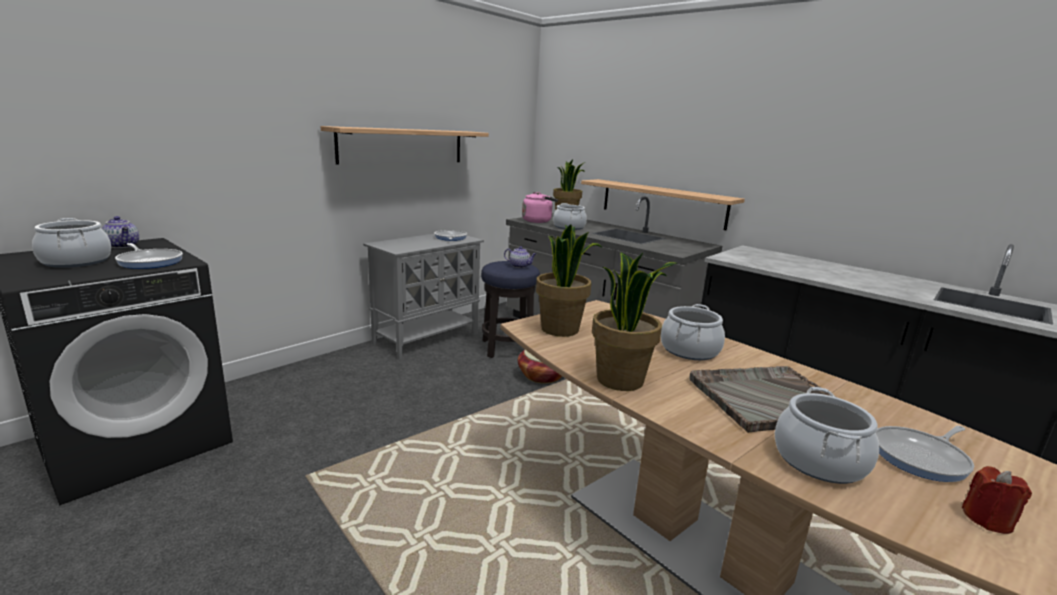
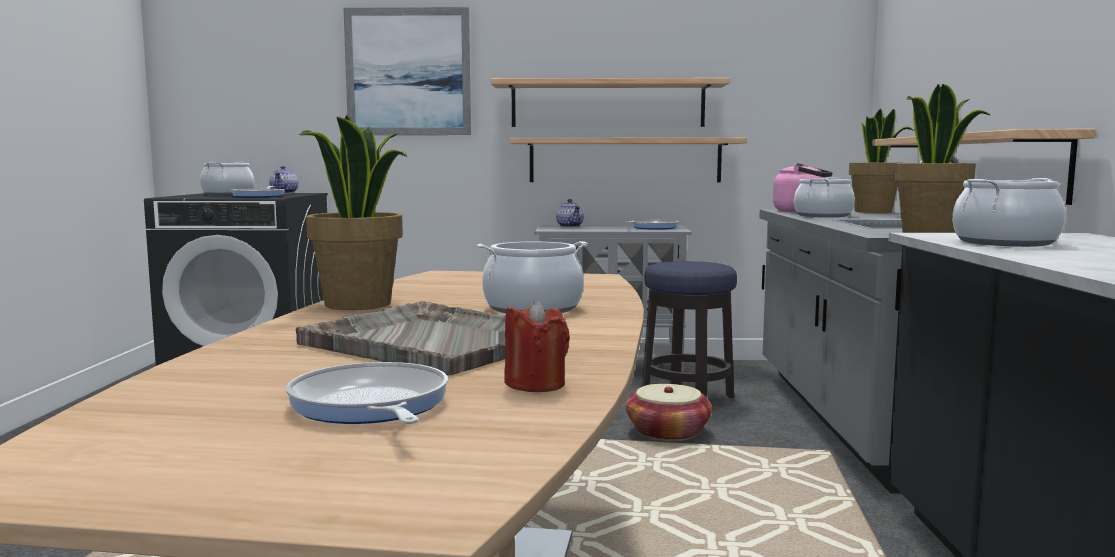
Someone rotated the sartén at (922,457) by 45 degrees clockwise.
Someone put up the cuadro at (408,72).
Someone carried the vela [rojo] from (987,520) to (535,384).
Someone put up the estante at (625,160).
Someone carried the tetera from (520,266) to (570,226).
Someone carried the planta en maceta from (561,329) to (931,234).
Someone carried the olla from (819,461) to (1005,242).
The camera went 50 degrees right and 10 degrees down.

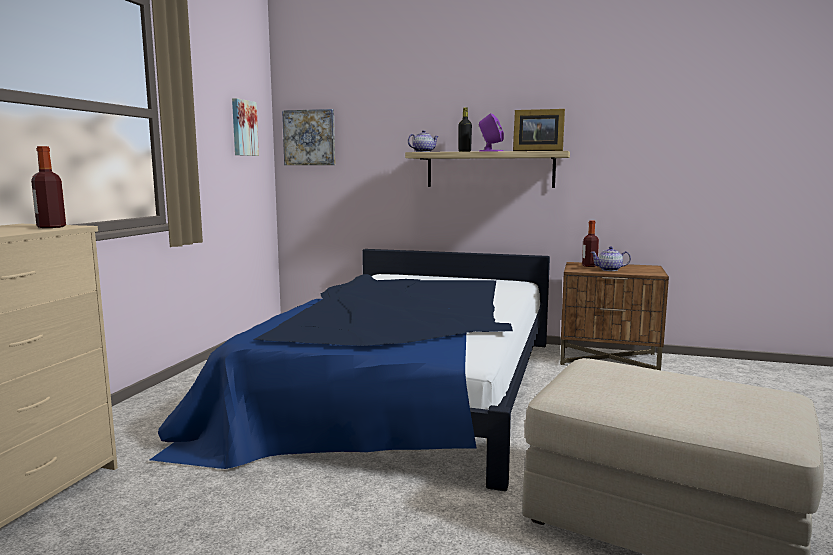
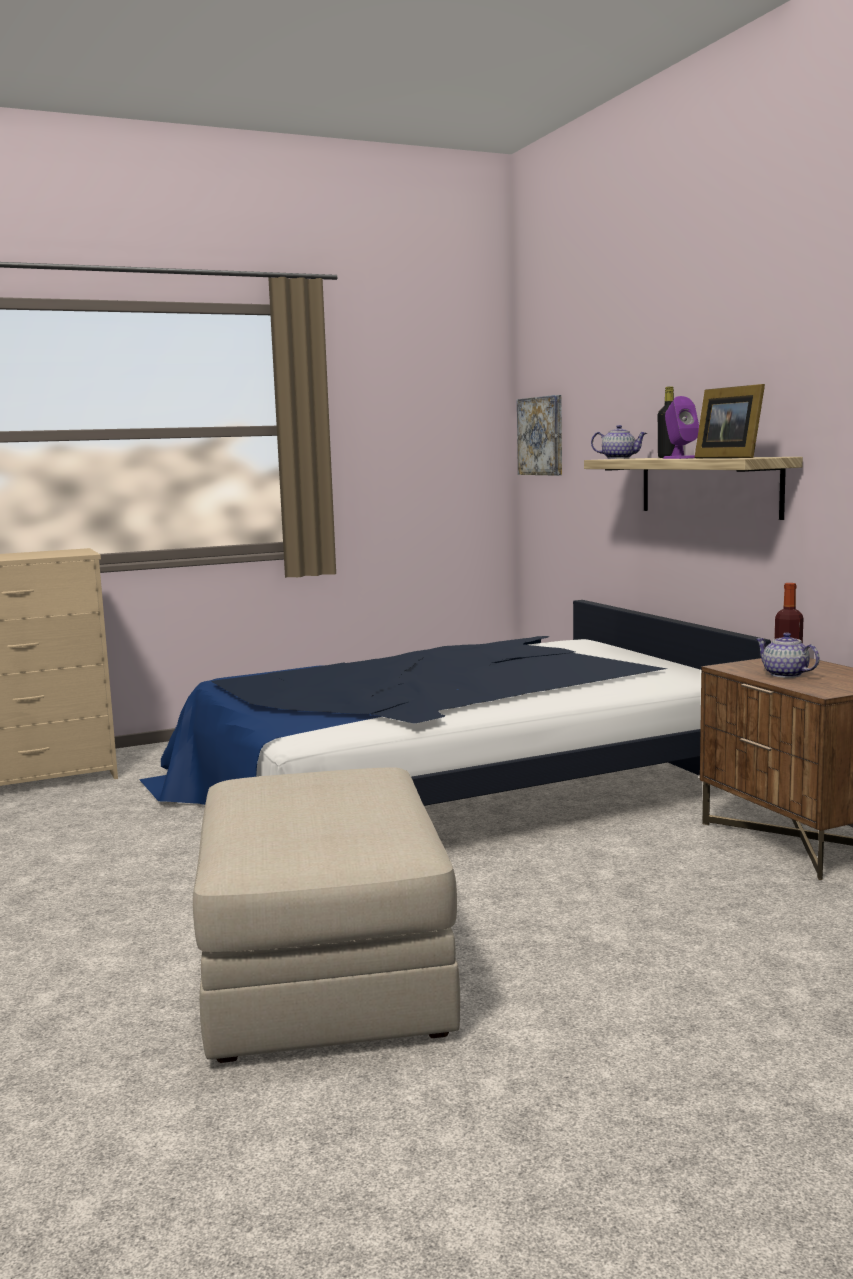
Someone took away the botella at (51,227).
Someone took away the cuadro at (243,128).
The camera went 50 degrees right and 0 degrees up.

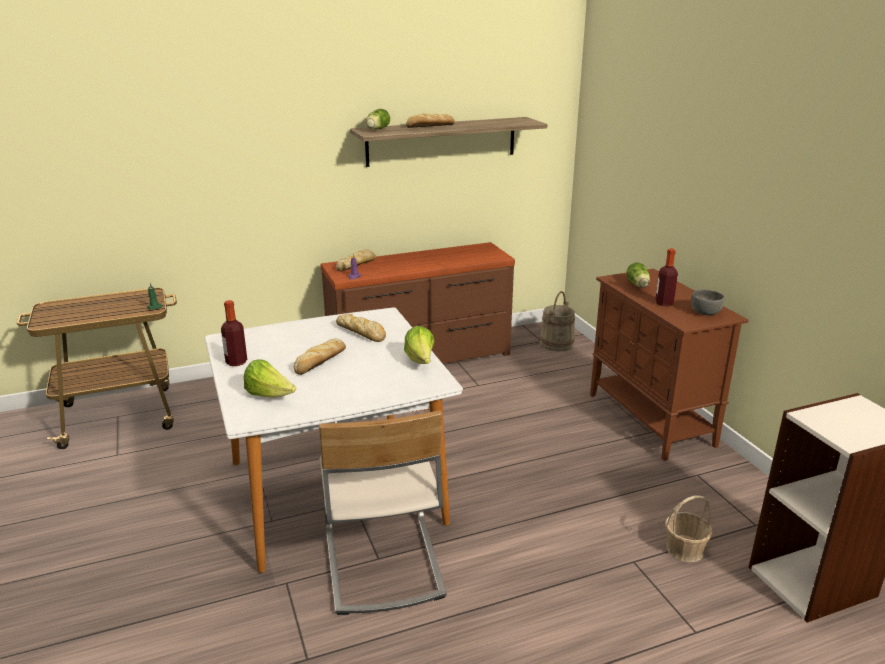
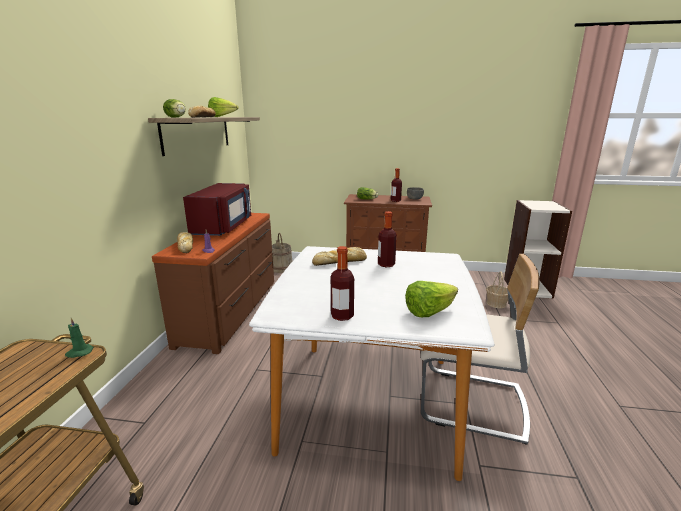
Someone put down the microondas [rojo] at (223,227).
Someone carried the lechuga from (420,361) to (222,117).
Someone put down the botella at (386,264).
Someone took away the pan at (320,362).
The camera went 60 degrees left and 5 degrees down.

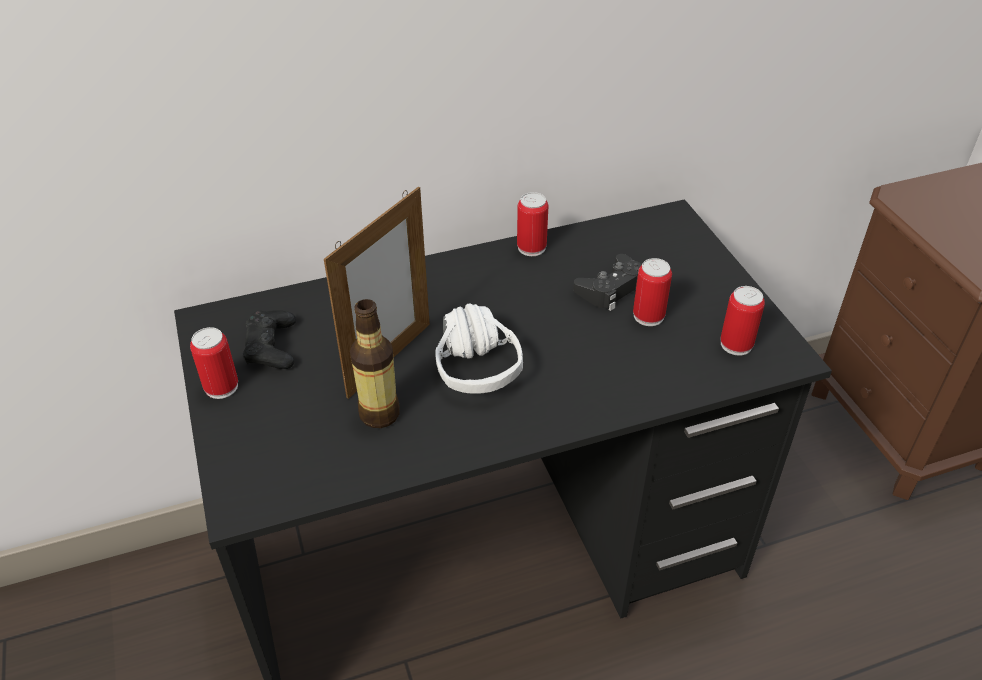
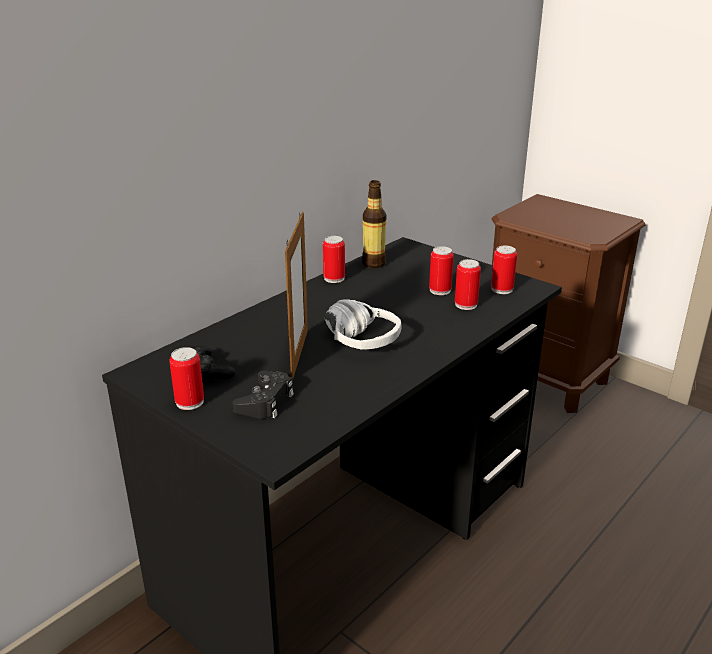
Someone carried the mando de consola [negro] from (611,289) to (265,401).
Someone carried the botella from (379,414) to (373,263).
Someone put down the lata at (466,305).
The camera went 30 degrees left and 15 degrees down.

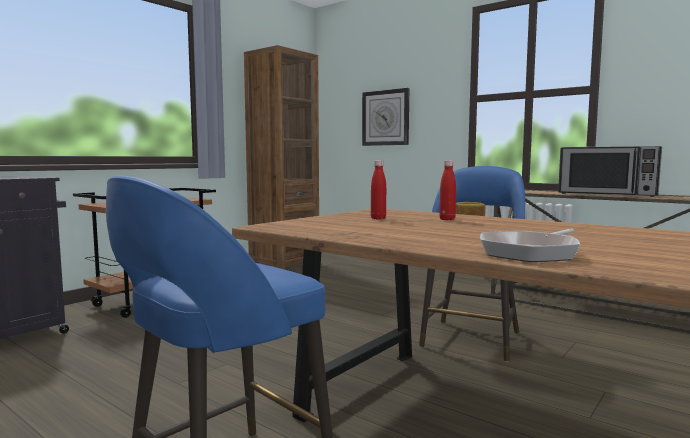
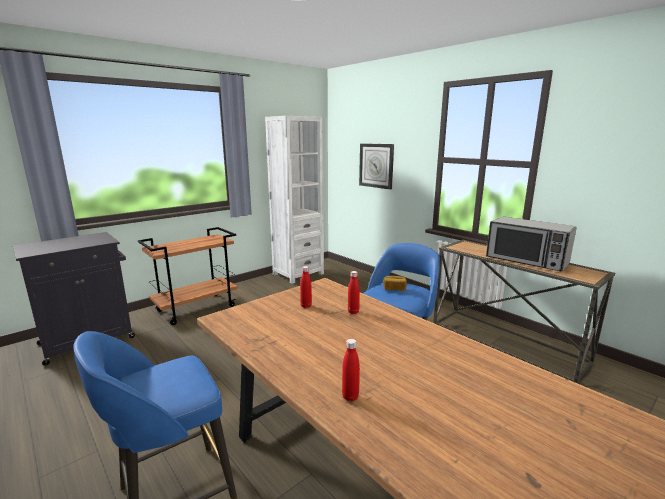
Someone repainted the estantería [marrón] at (284,265), which became the estantería [blanco] at (298,274).
Someone swapped the sartén at (531,252) for the botella [rojo] at (350,397).
The camera went 10 degrees right and 10 degrees up.

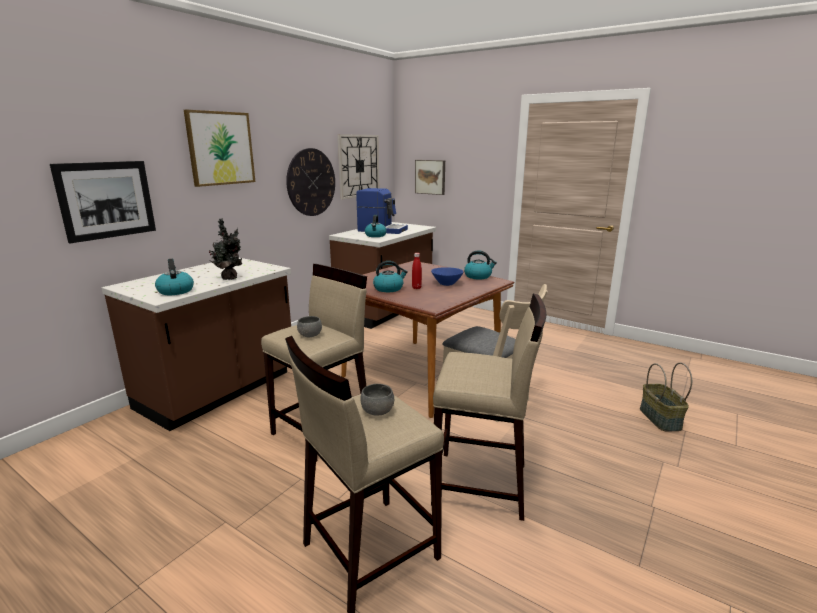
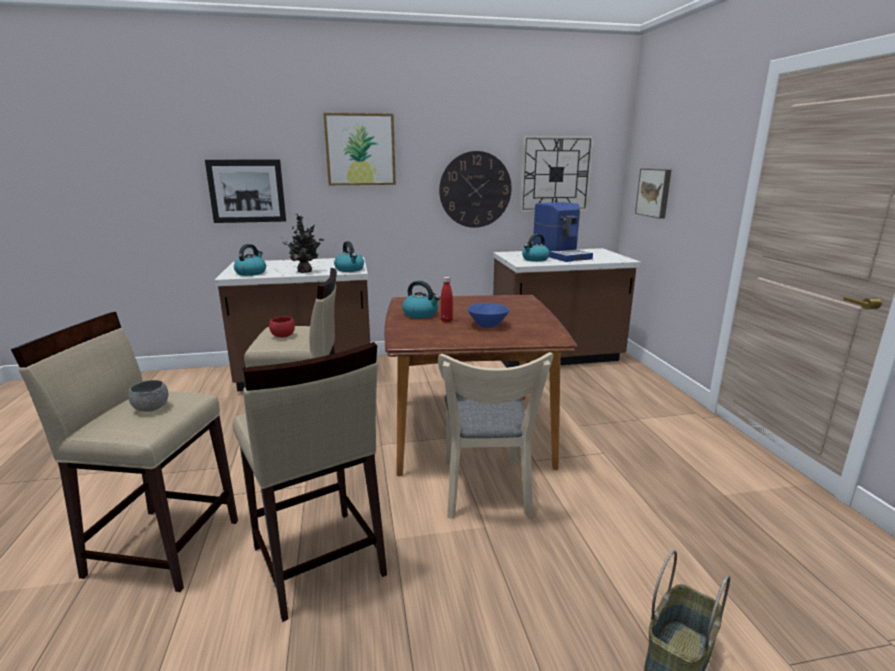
Someone repainted the cuenco [gris] at (310,335), which became the cuenco [rojo] at (283,336).
Someone carried the hervidor from (478,276) to (350,269).
The camera went 45 degrees right and 0 degrees up.

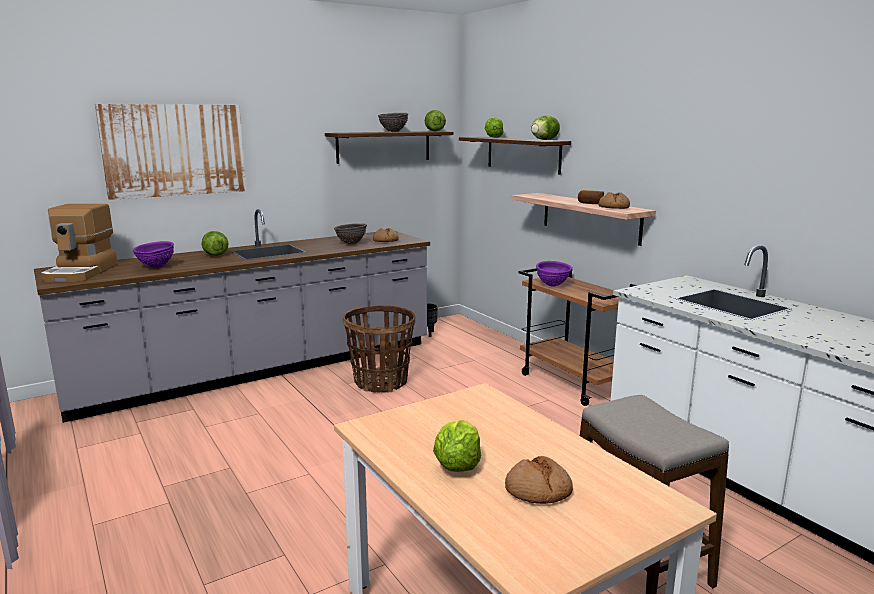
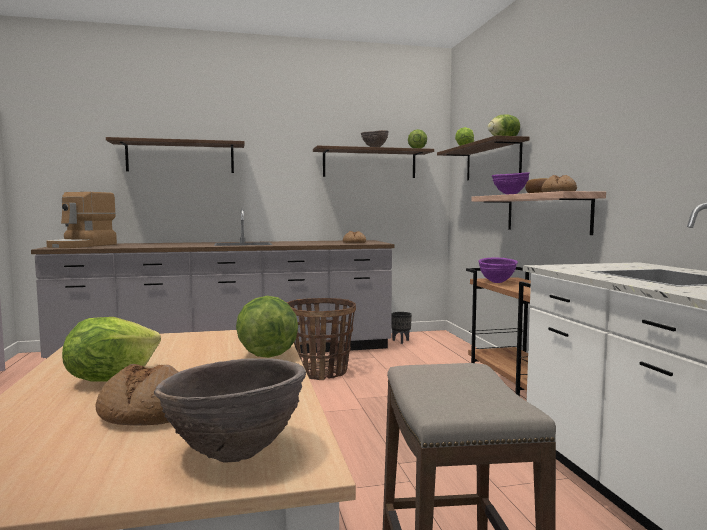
Someone swapped the cuadro at (175,150) for the estante at (180,157).
Someone carried the cuenco [marrón] from (351,244) to (234,454).
Someone carried the lechuga from (215,255) to (267,354).
Someone carried the cuenco [morado] from (156,267) to (510,194).
The camera went 20 degrees right and 10 degrees down.

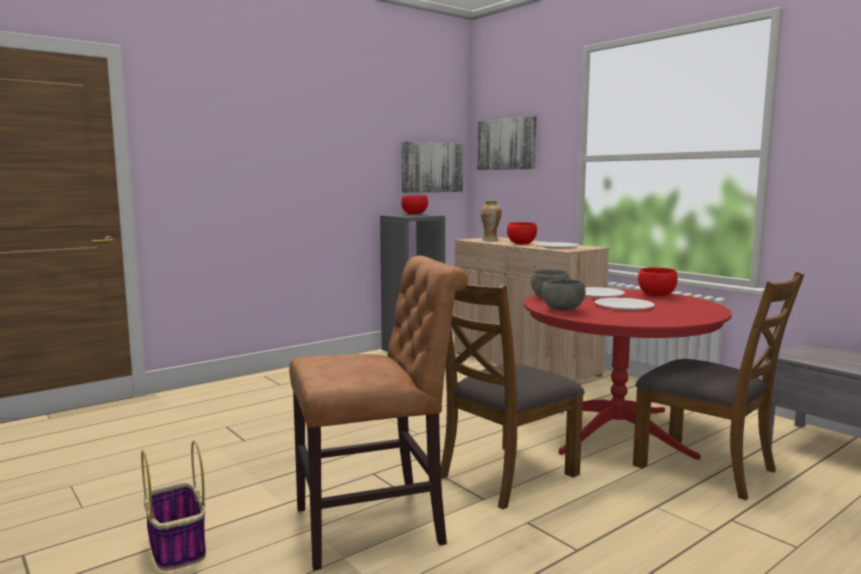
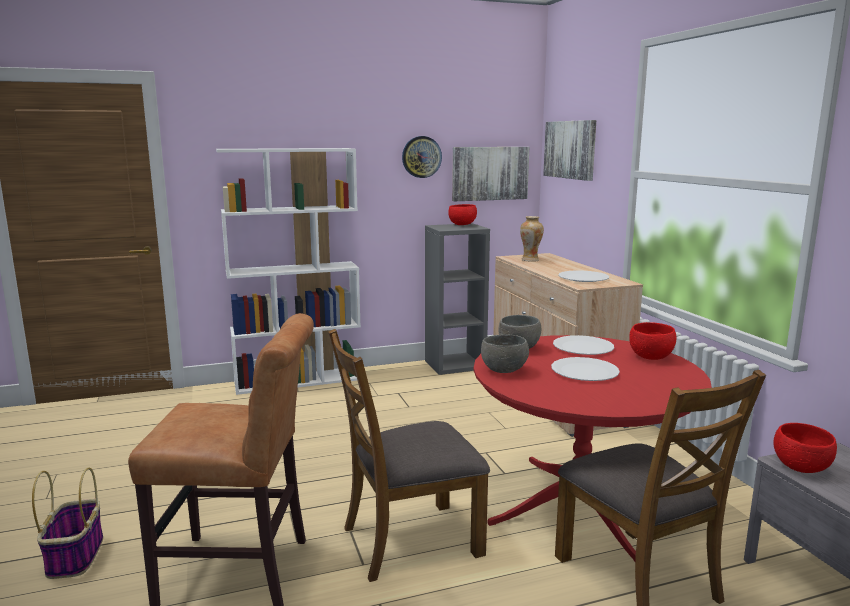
Someone put down the estantería [blanco] at (299,380).
Someone put up the reloj de pared at (421,157).
Someone carried the cuenco [rojo] from (521,244) to (800,468).
The camera went 20 degrees right and 5 degrees up.

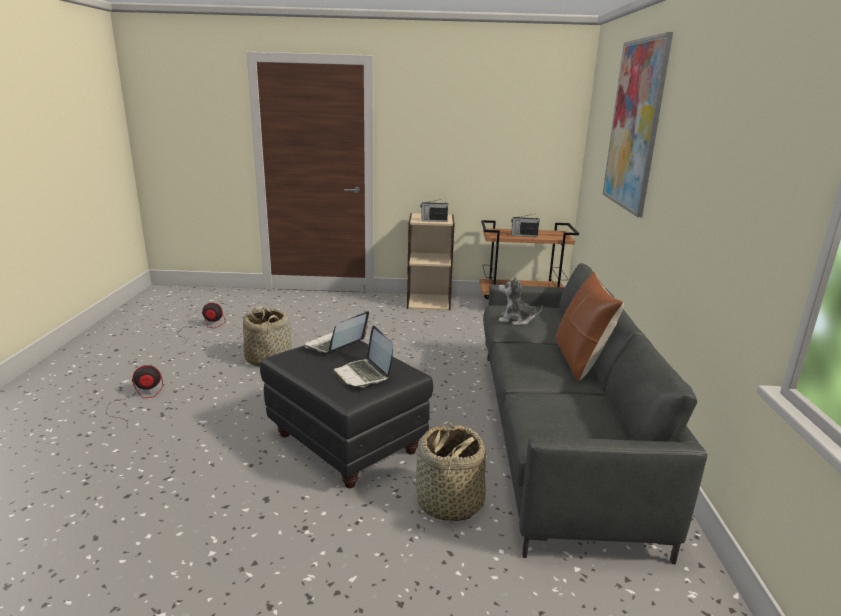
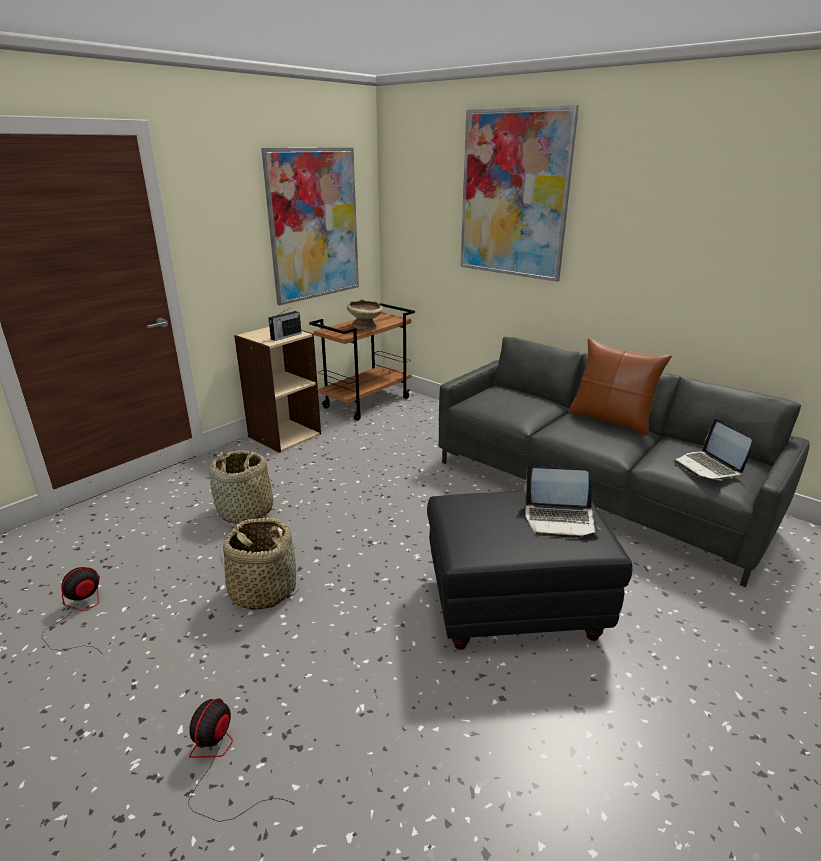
Someone carried the cesta from (449,503) to (246,511).
Someone put up the cuadro at (314,225).
Someone swapped the radio at (523,235) for the cuenco [beis] at (365,327).
Someone carried the portátil from (335,345) to (708,467).
Someone took away the peluche at (515,320).
The camera went 50 degrees left and 5 degrees up.

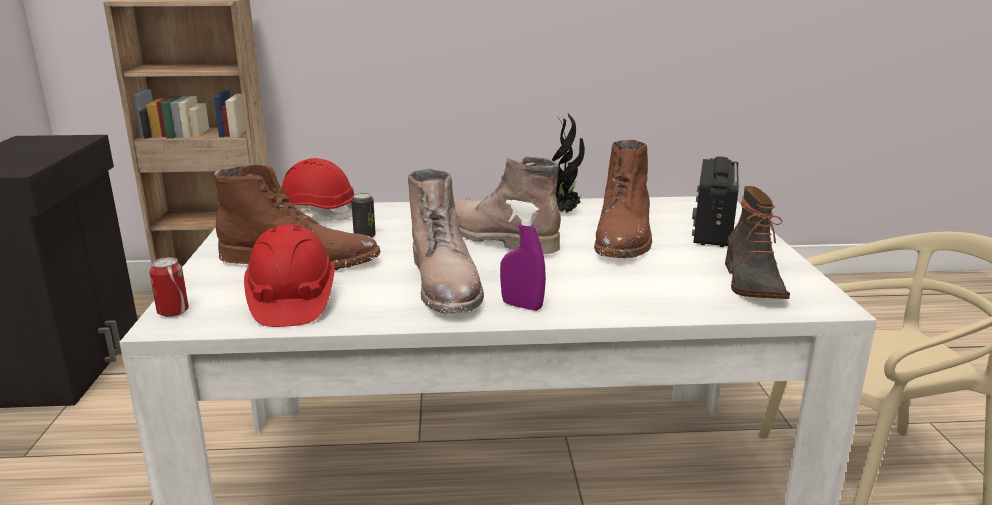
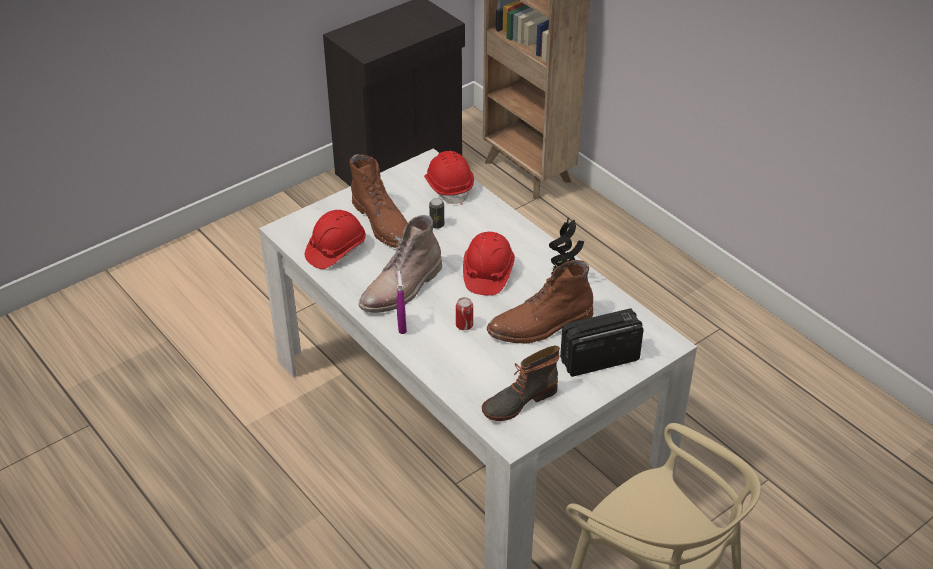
Someone carried the lata from (173,312) to (464,325).
Someone swapped the bota [marrón] at (496,237) for the casco [rojo] at (487,274).
The camera went 55 degrees right and 20 degrees up.

